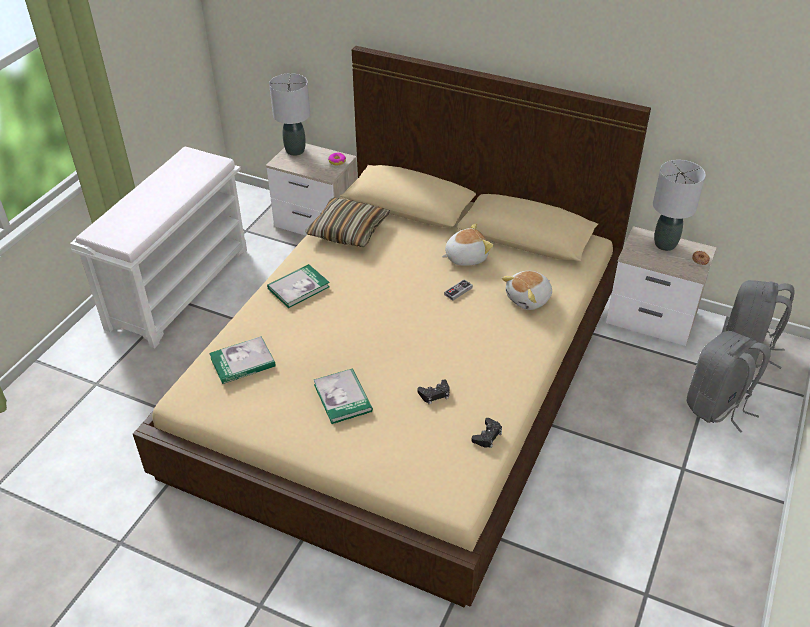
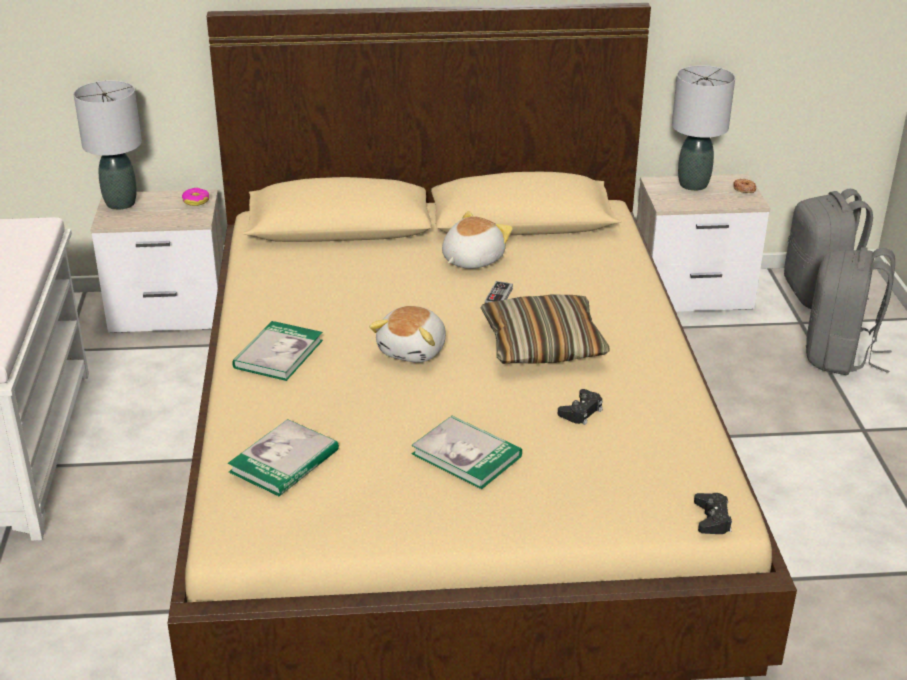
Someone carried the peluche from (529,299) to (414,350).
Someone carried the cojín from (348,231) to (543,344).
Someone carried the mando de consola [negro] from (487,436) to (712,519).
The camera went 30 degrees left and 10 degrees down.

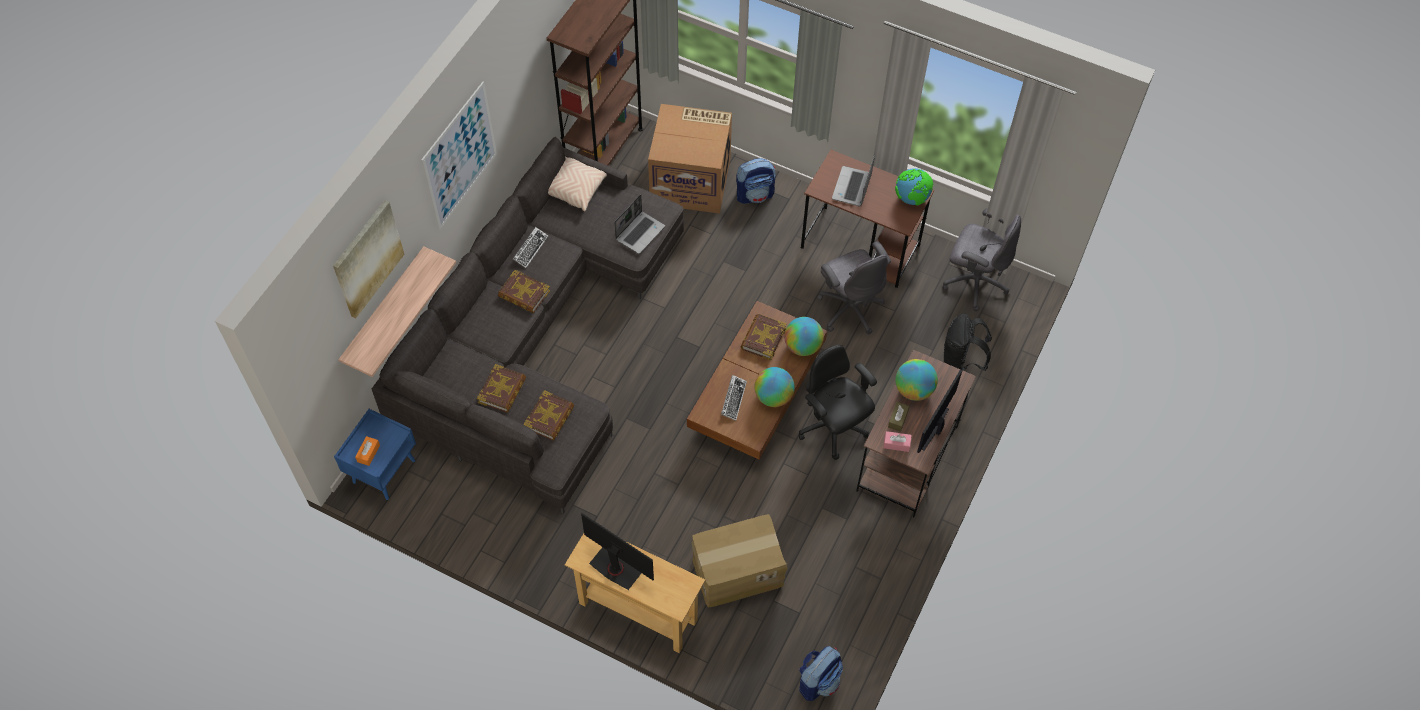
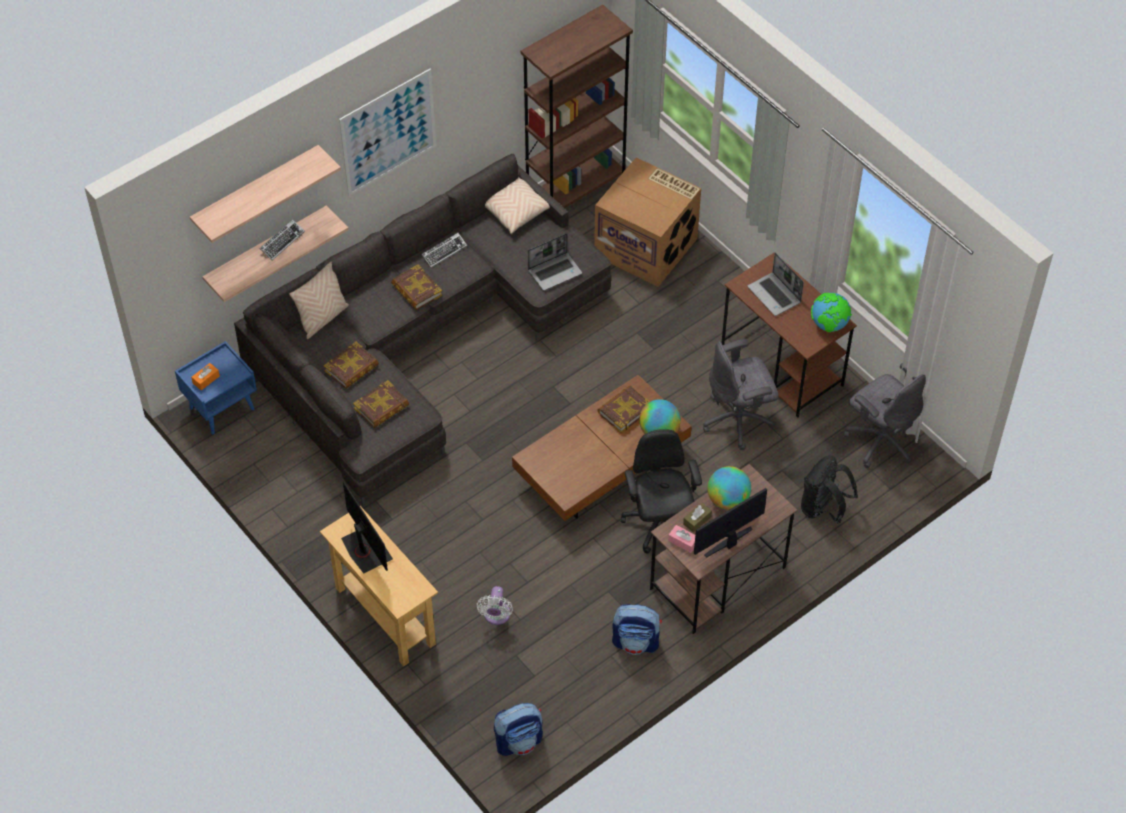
Someone swapped the cuadro at (367,258) for the estante at (256,191).
Someone carried the teclado from (733,399) to (282,242).
Someone put down the cojín [beis] at (322,318).
Someone swapped the caja de cartón at (737,571) for the ventilador [blanco] at (496,616).
Someone carried the mochila from (755,194) to (636,642).
Someone rotated the silla de oficina [gris] at (850,308) by 75 degrees clockwise.
Someone rotated the portátil at (852,188) by 75 degrees counterclockwise.
Someone took away the globo terráqueo at (773,396).
The camera went 25 degrees right and 5 degrees down.

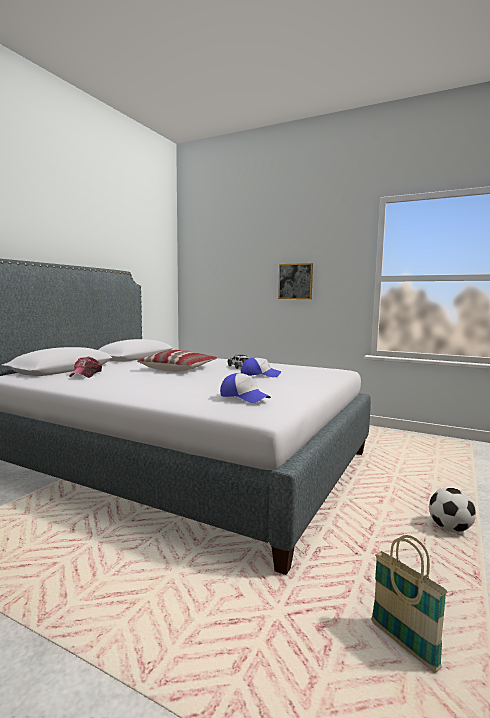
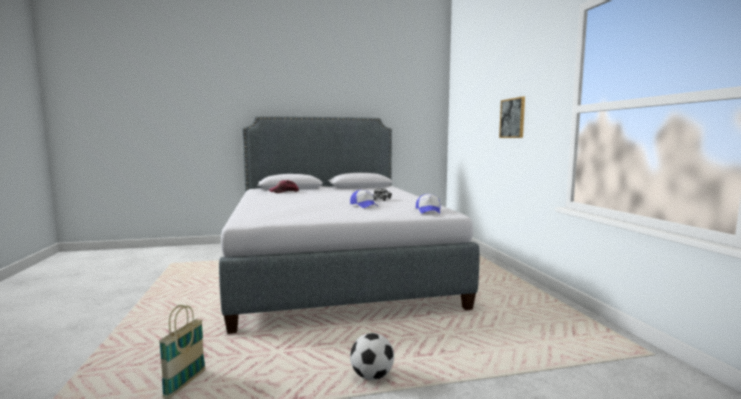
Someone carried the gorra from (244,397) to (429,211).
Someone took away the cojín at (178,369).
The camera went 50 degrees right and 0 degrees up.

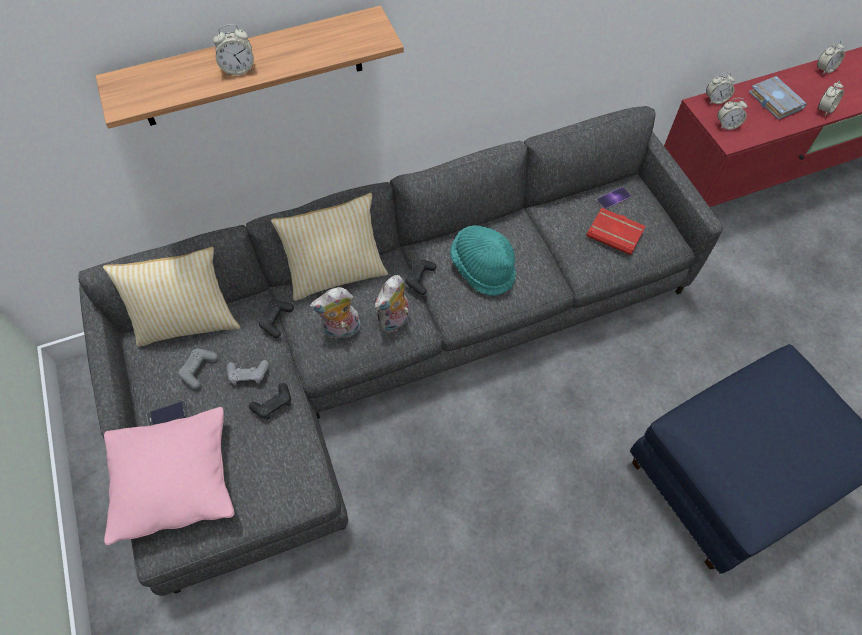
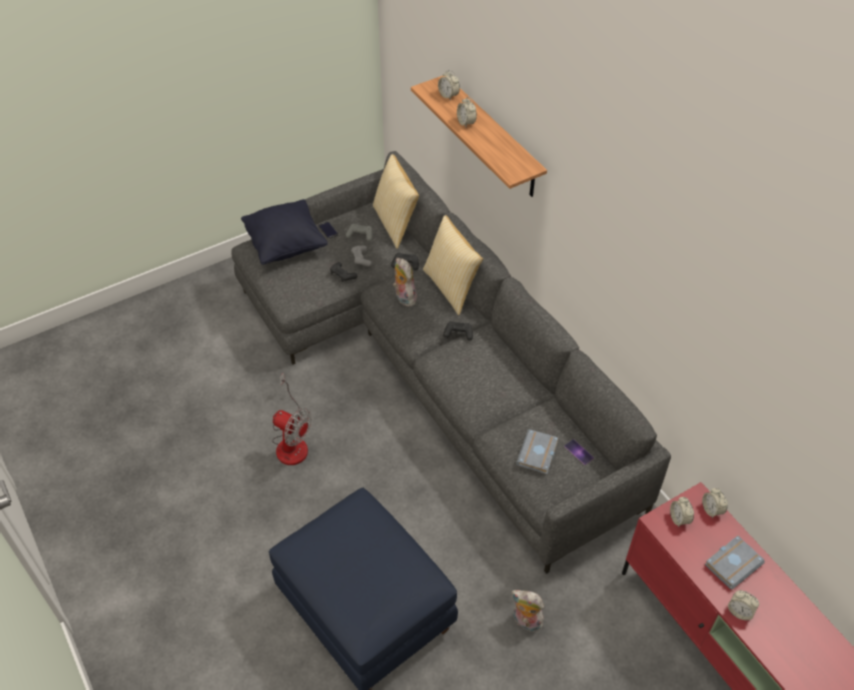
Someone repainted the cojín [rosa] at (178,483), which became the cojín [negro] at (286,245).
Someone put down the ventilador at (291,441).
Someone carried the despertador from (824,69) to (448,95).
Someone carried the peluche from (395,322) to (525,622).
Someone repainted the libro [rojo] at (616,233), which became the libro [gris] at (538,455).
Someone took away the sombrero [turquesa] at (483,268).
The camera went 80 degrees right and 10 degrees down.

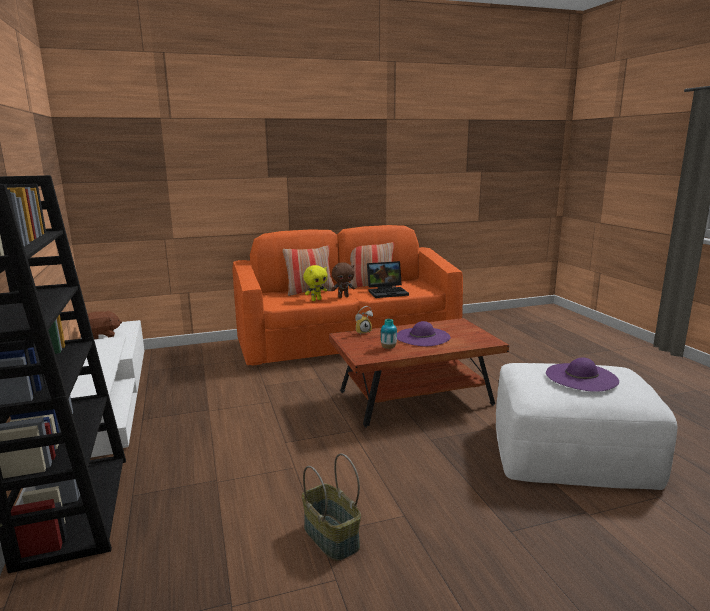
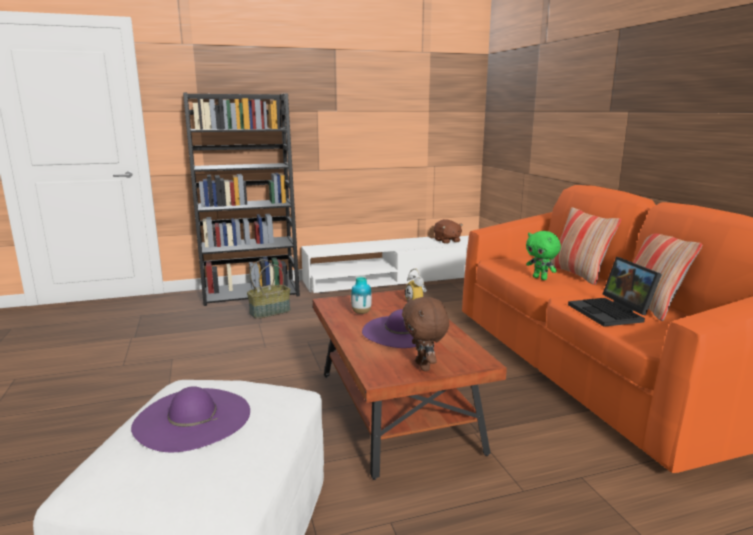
Someone carried the cesta from (330,537) to (270,312).
Someone carried the peluche [marrón] from (343,297) to (424,366).
Someone repainted the peluche [amarillo] at (316,300), which became the peluche [verde] at (540,278).
The camera went 90 degrees right and 0 degrees up.

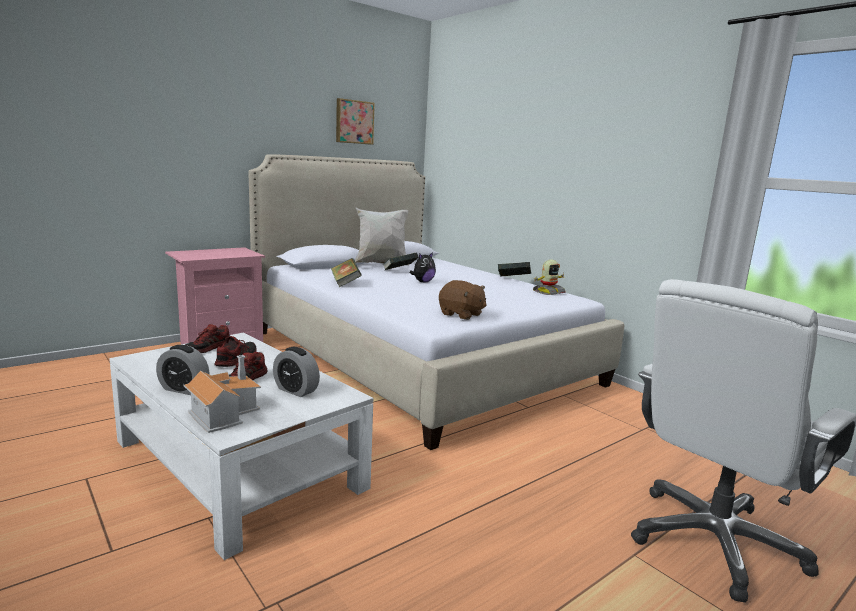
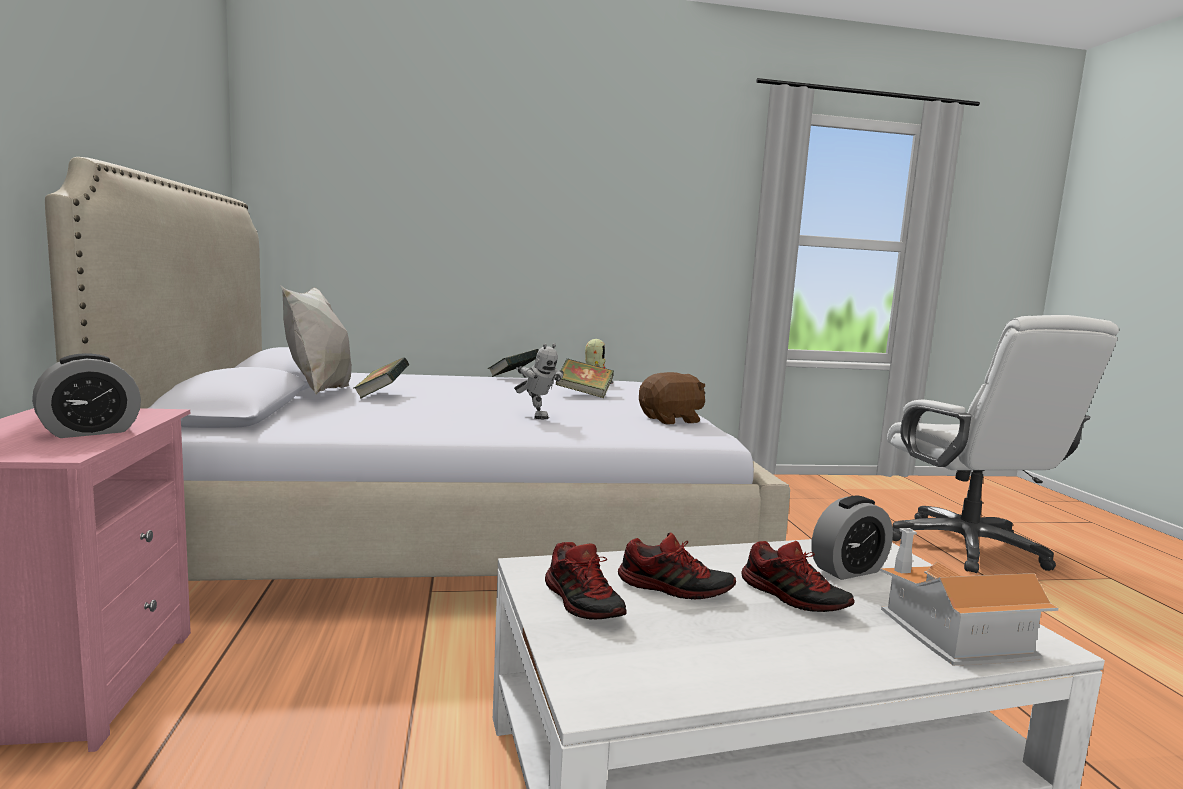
Someone carried the despertador from (184,389) to (90,432).
Someone put down the robot de juguete at (536,416).
Someone carried the libro from (345,283) to (584,394).
Someone rotated the zapato at (236,359) by 150 degrees clockwise.
Someone took away the cuadro at (354,122).
Someone took away the peluche at (423,282).
The camera went 60 degrees left and 5 degrees down.

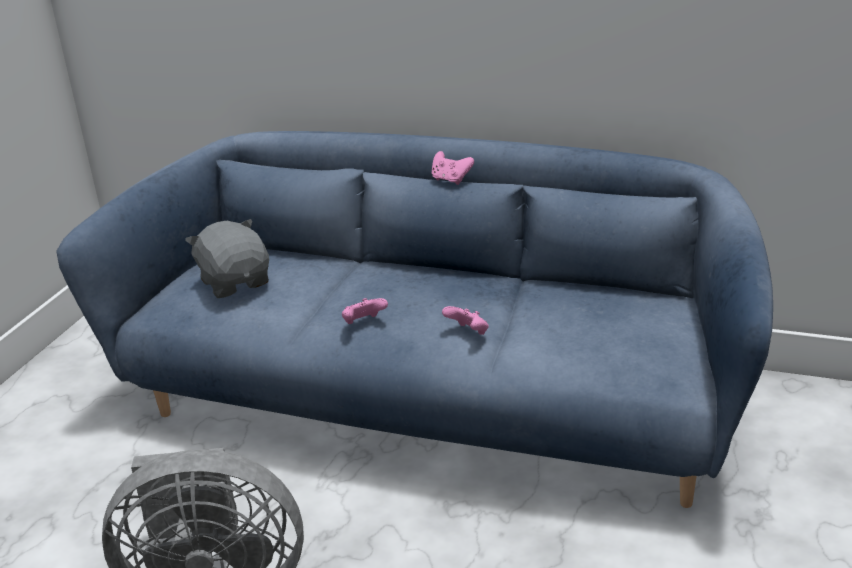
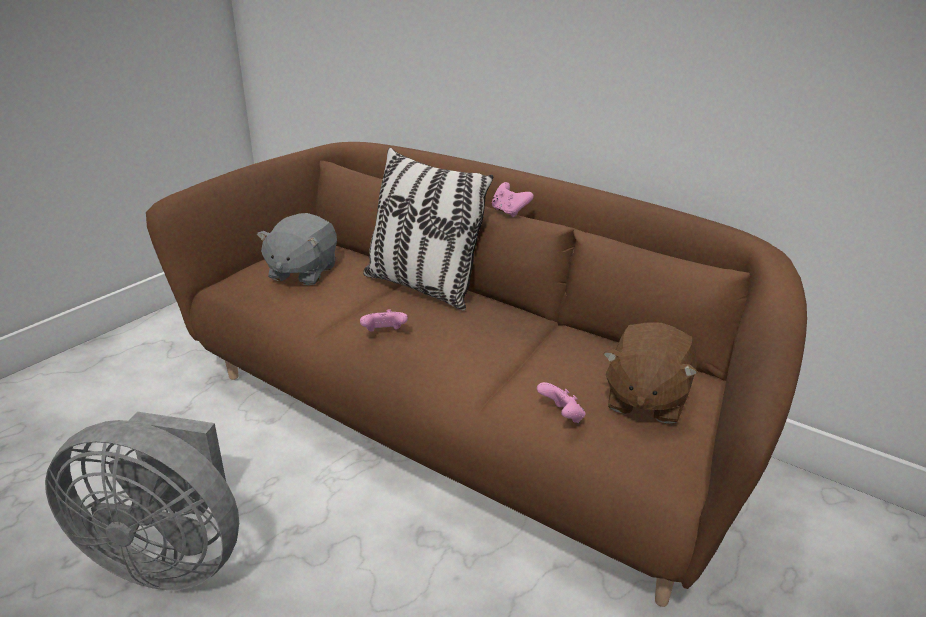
Someone repainted the sofá [azul] at (434,404), which became the sofá [marrón] at (461,425).
Someone rotated the peluche [gris] at (236,282) by 150 degrees counterclockwise.
Someone put down the cojín at (423,287).
Someone carried the mando de consola [rosa] from (468,333) to (562,416).
Someone put down the peluche [marrón] at (646,400).
The camera went 15 degrees right and 0 degrees up.

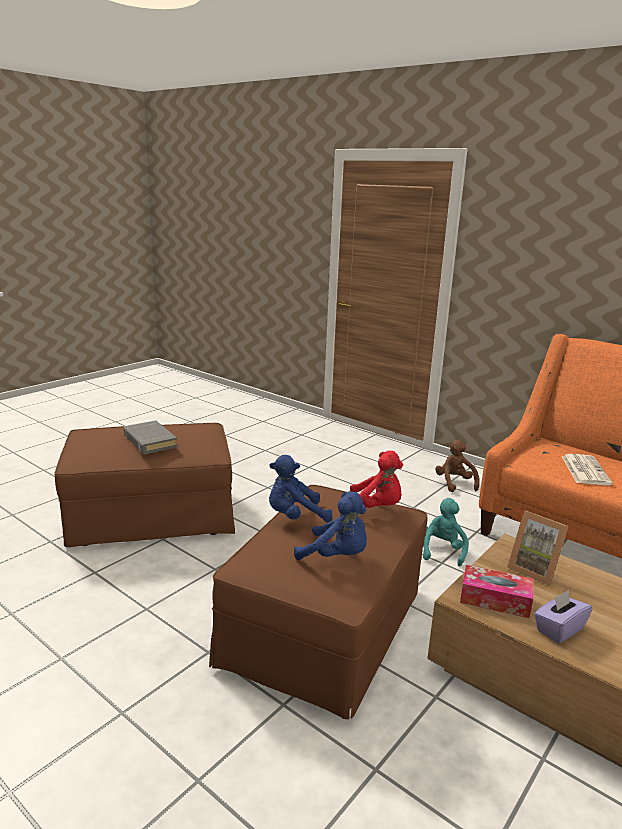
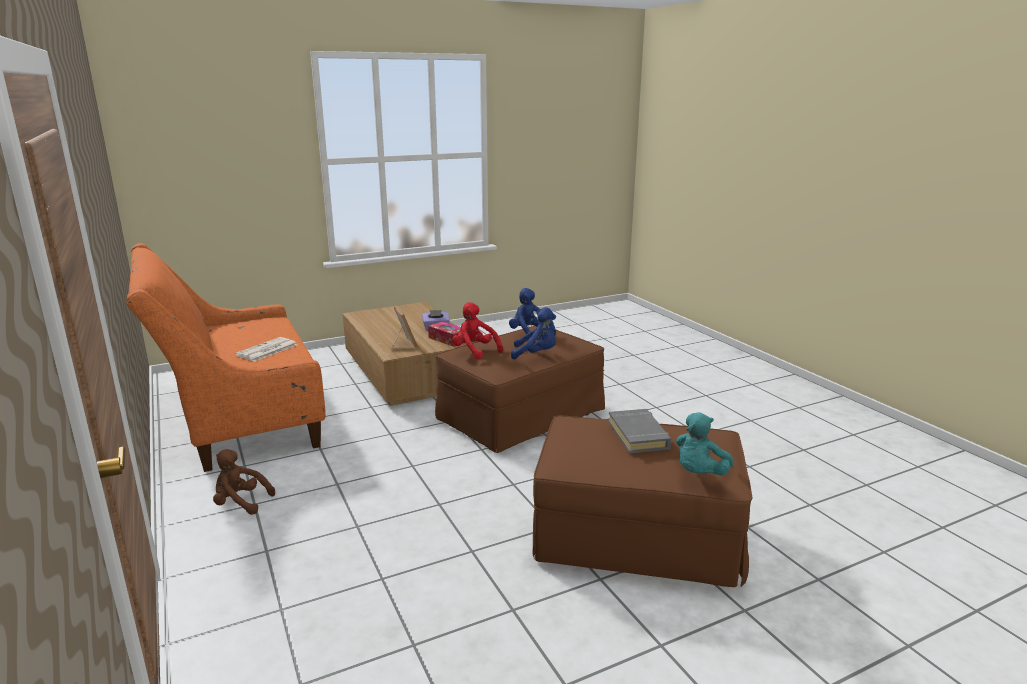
Someone rotated the peluche [marrón] at (454,483) by 90 degrees clockwise.
Someone carried the peluche [turquesa] from (442,550) to (699,473).
The camera went 155 degrees left and 0 degrees up.

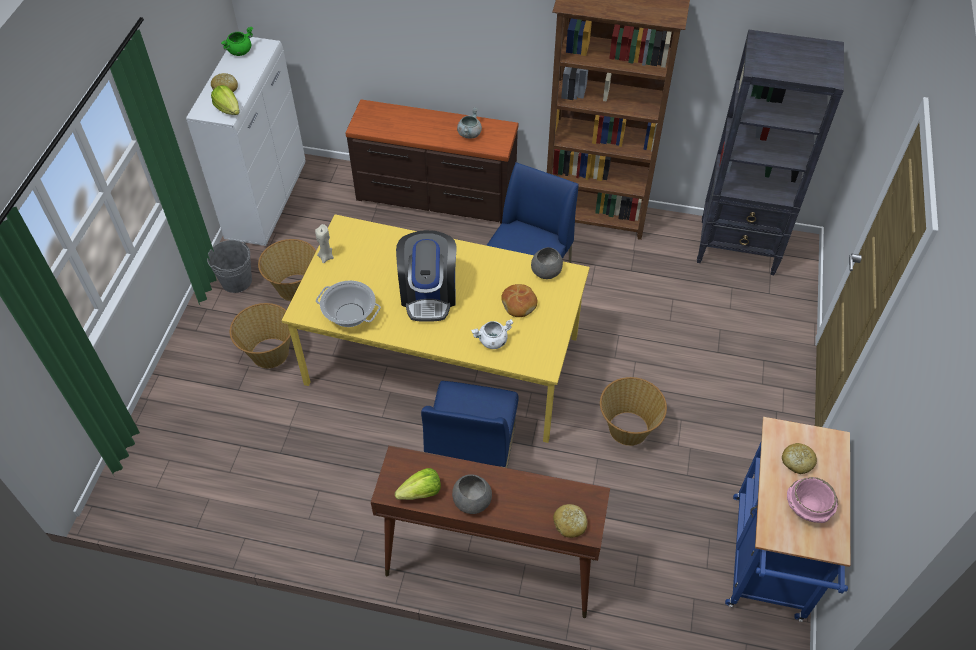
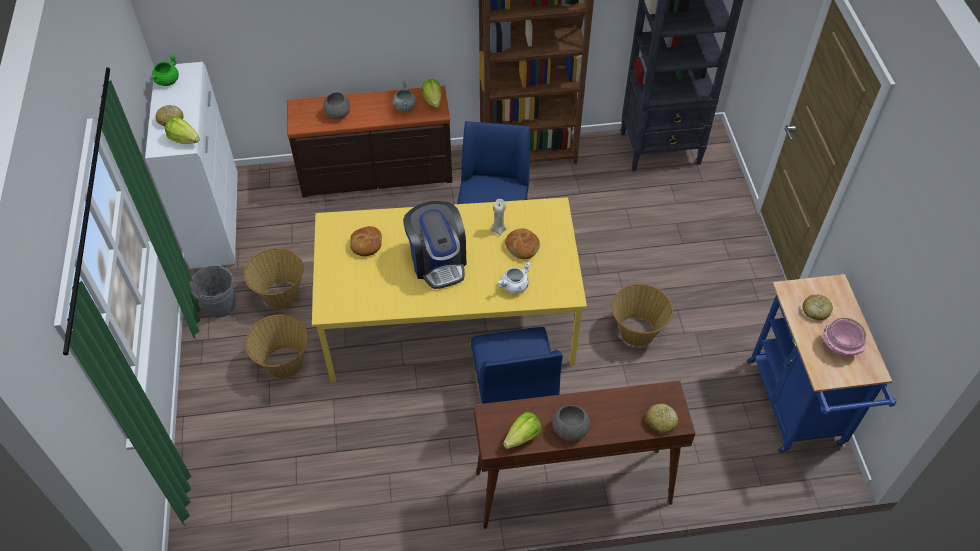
Someone carried the cuenco [gris] from (546,270) to (338,113).
Someone put down the pan at (366,245).
Someone put down the lechuga at (433,100).
Someone carried the vela [beis] from (326,257) to (498,229).
Someone took away the olla at (350,315).
The camera went 20 degrees left and 0 degrees up.

